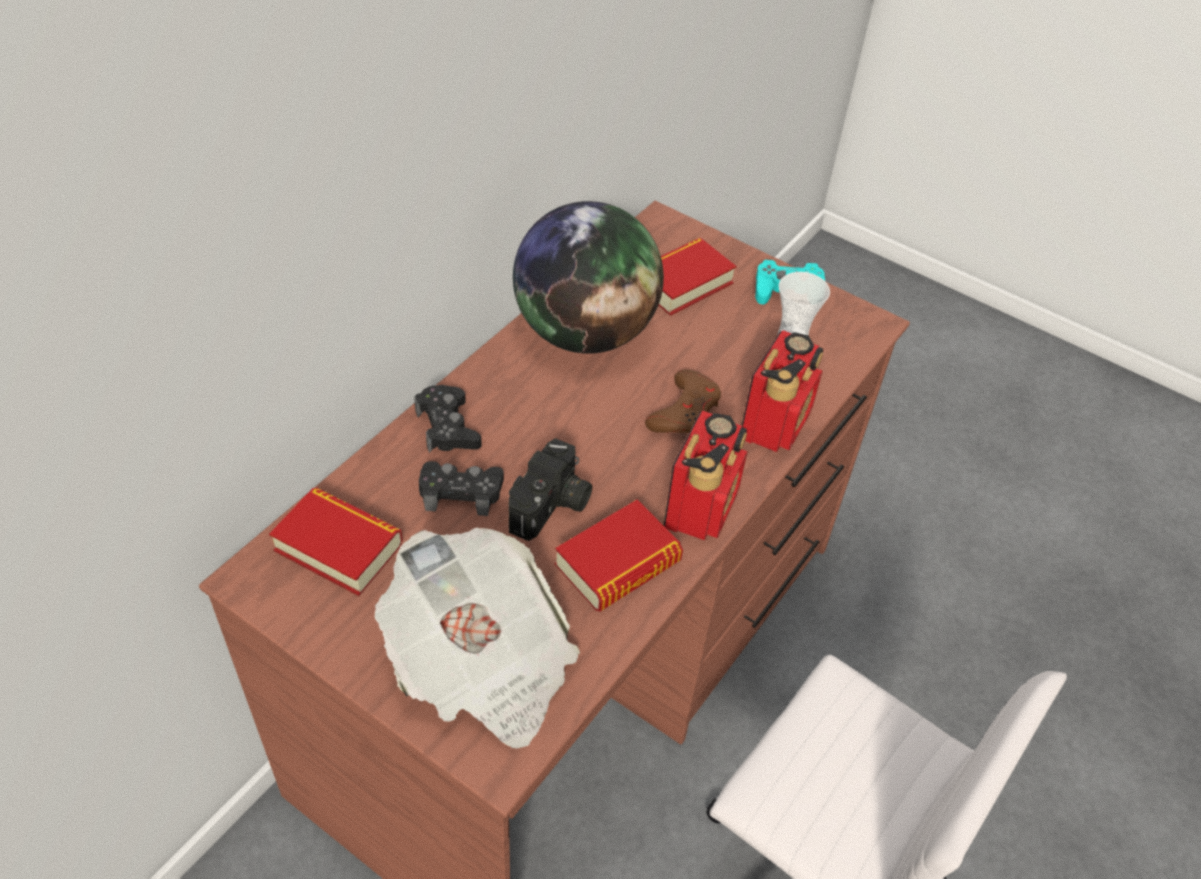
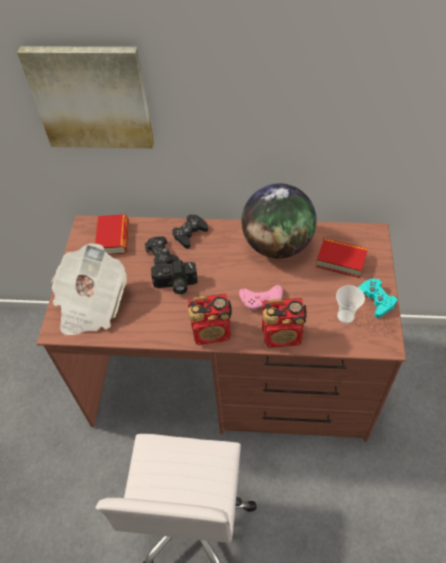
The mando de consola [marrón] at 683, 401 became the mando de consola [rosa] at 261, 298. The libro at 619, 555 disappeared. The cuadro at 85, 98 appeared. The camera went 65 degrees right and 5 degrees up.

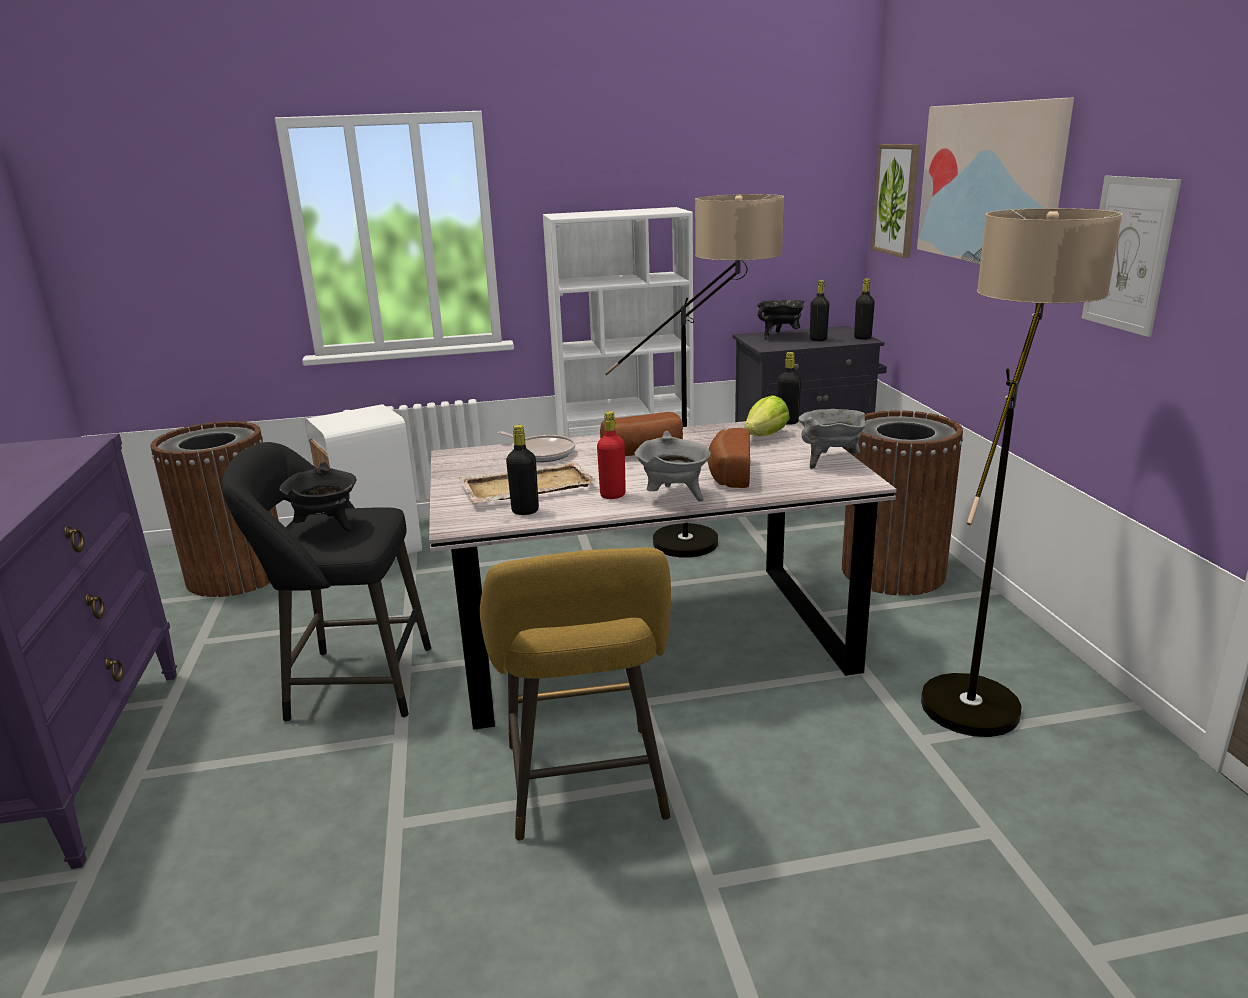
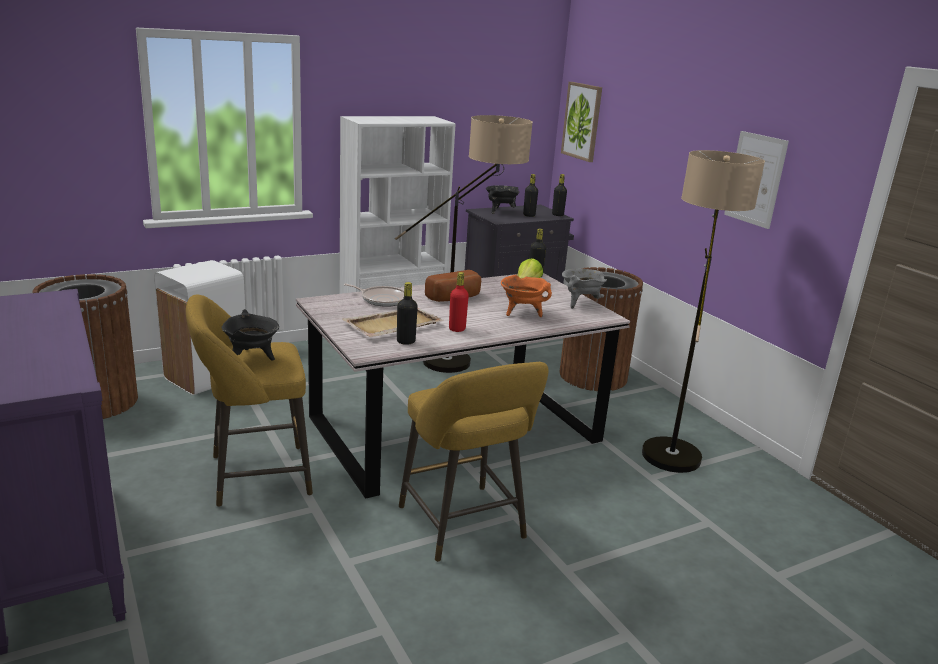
The cuadro at 995, 181 disappeared. The pan at 728, 458 was replaced by the olla [naranja] at 526, 296. The olla [gris] at 673, 466 disappeared. The taburete [negro] at 326, 582 became the taburete [amarillo] at 249, 400. The camera went 20 degrees left and 0 degrees up.

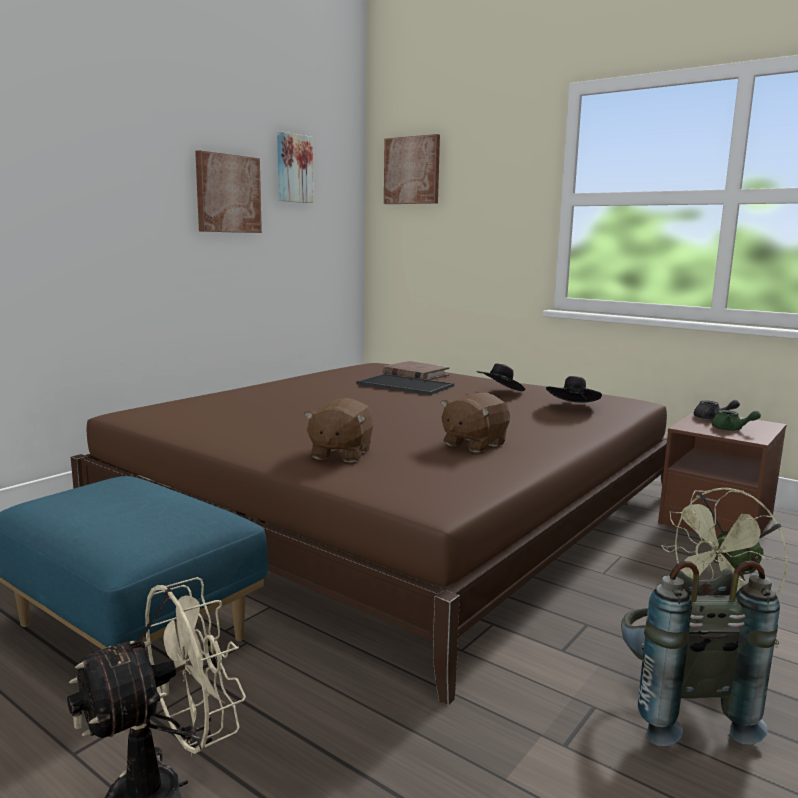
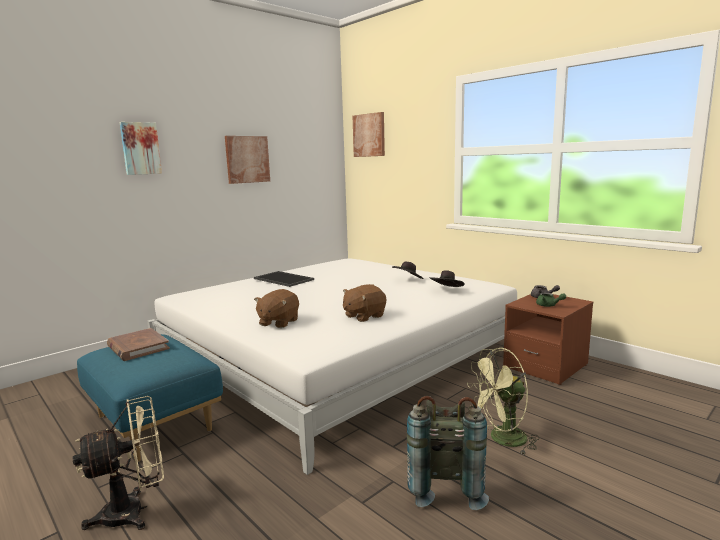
The cuadro moved from 295, 167 to 140, 148. The libro [marrón] moved from 416, 370 to 138, 344. The cama [marrón] at 369, 534 became the cama [blanco] at 332, 366. The bandeja moved from 405, 384 to 284, 279. The camera went 10 degrees right and 0 degrees up.

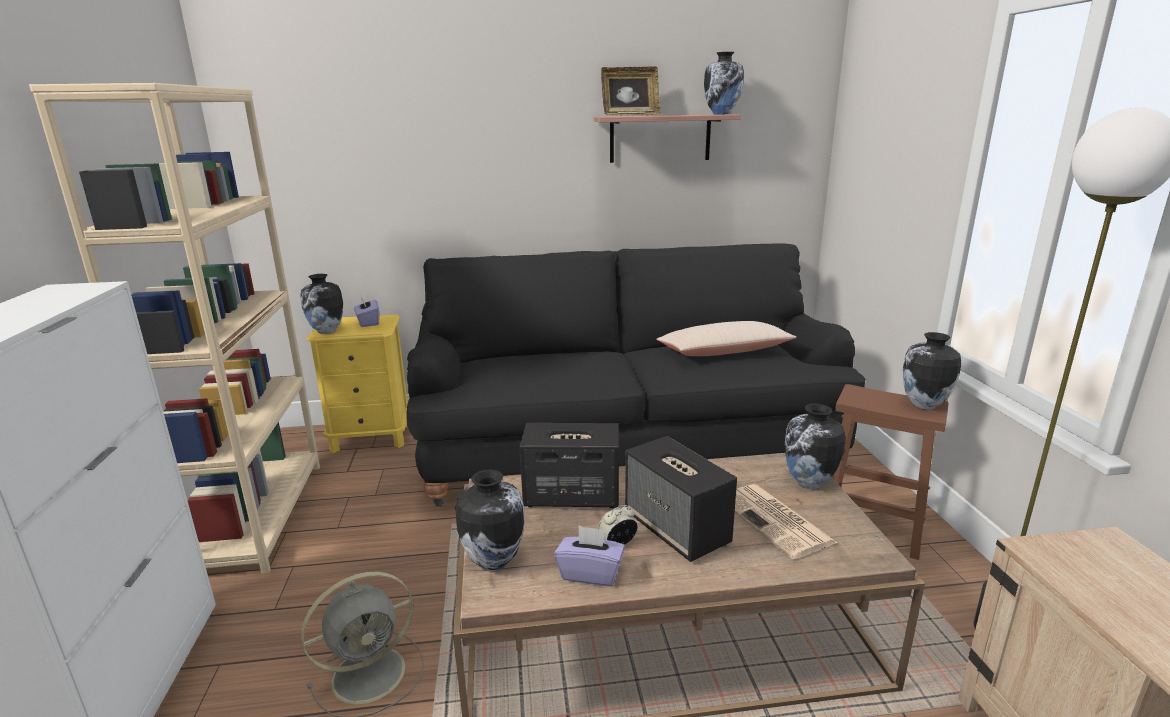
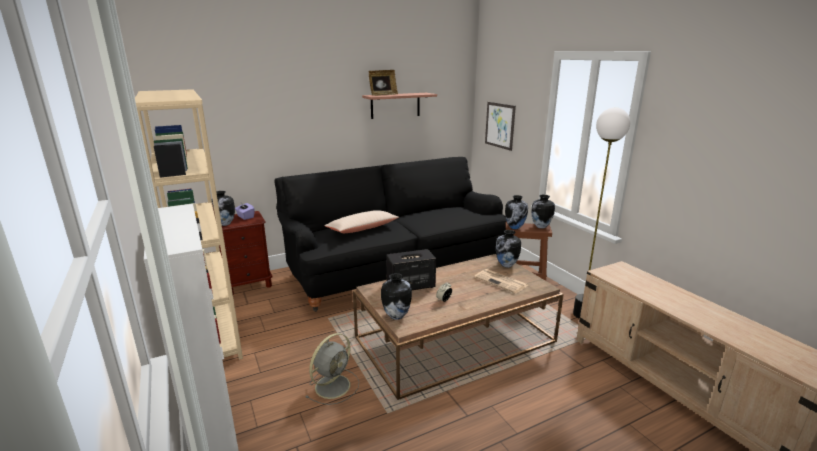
The florero moved from 724, 83 to 516, 212. The mesita de noche [amarillo] at 357, 384 became the mesita de noche [marrón] at 245, 252. The cojín [beis] moved from 726, 338 to 362, 221. The altavoz at 681, 499 disappeared. The caja de pañuelos [morado] at 589, 556 disappeared. The cuadro at 500, 126 appeared. The camera went 20 degrees left and 0 degrees up.

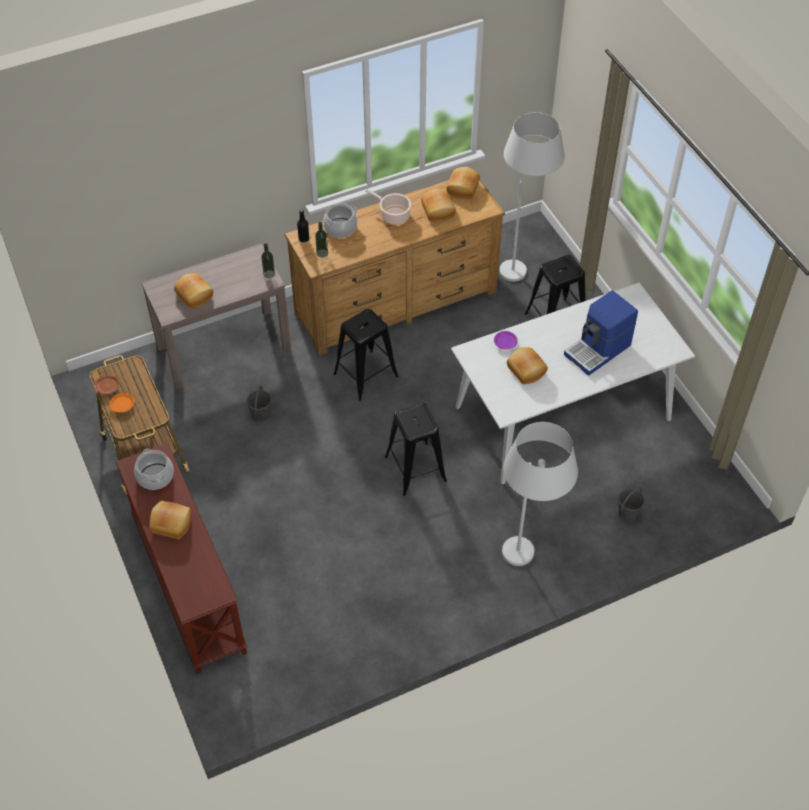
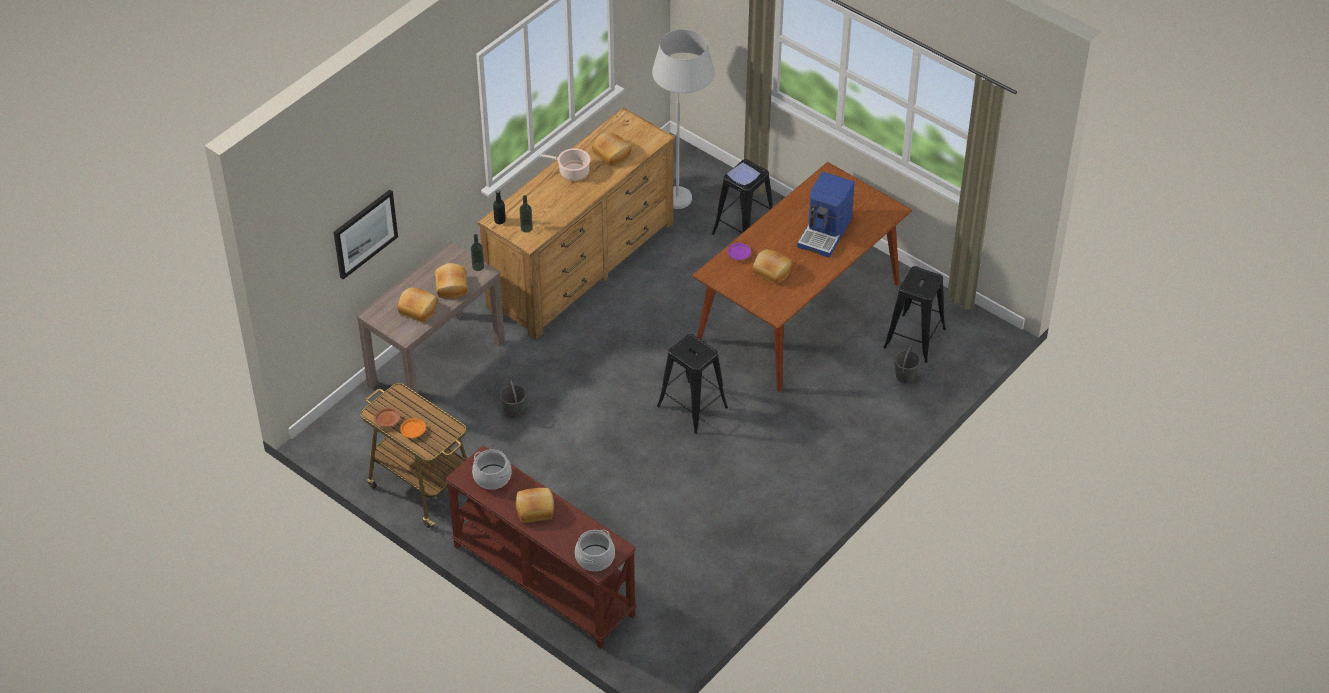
The pan moved from 463, 183 to 451, 281. The olla moved from 340, 220 to 595, 550. The mesa de comedor [blanco] at 573, 383 became the mesa de comedor [marrón] at 802, 277. The taburete [negro] moved from 366, 355 to 914, 314. The lámpara de pie [blanco] at 540, 494 disappeared. The plato at 743, 174 appeared. The cuadro at 366, 234 appeared. The camera went 25 degrees left and 5 degrees down.

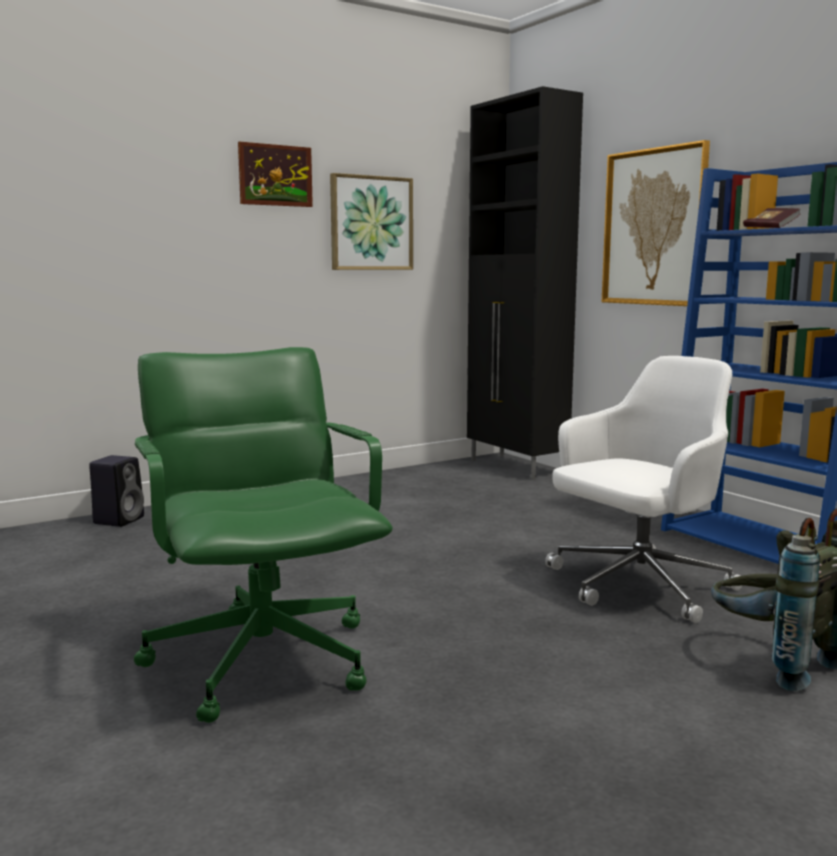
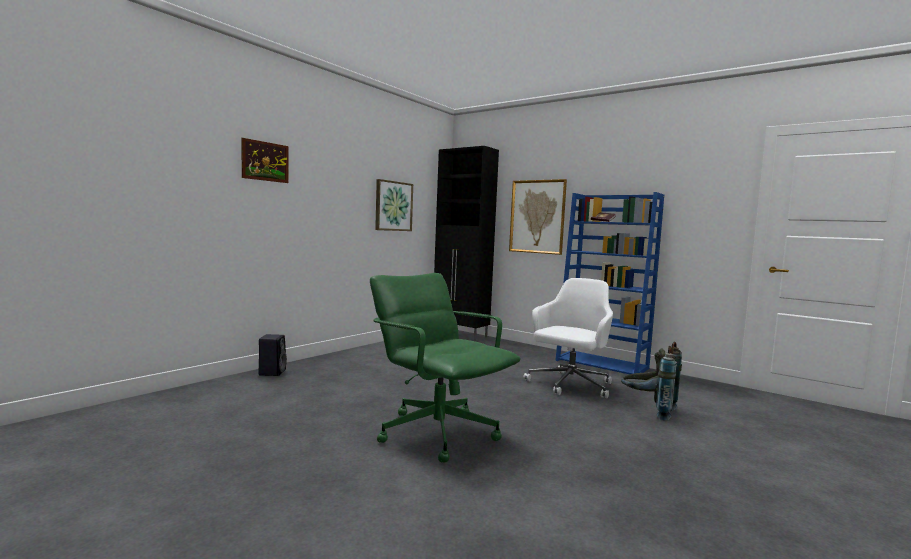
The cuadro moved from 275, 174 to 265, 160. The camera went 20 degrees left and 5 degrees down.

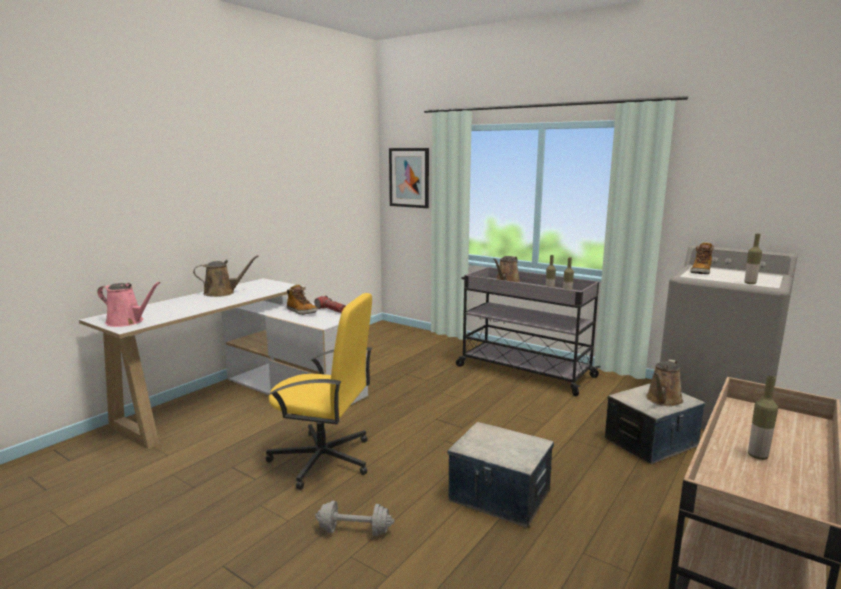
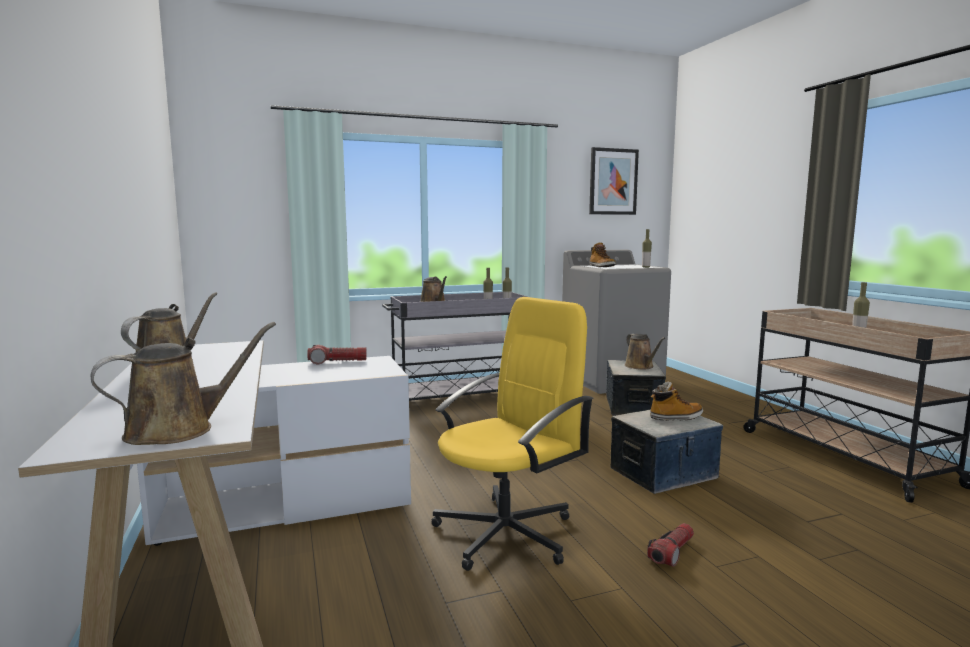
The cuadro moved from 409, 178 to 614, 181. The regadera [rosa] at 129, 304 became the regadera [marrón] at 183, 383. The bota moved from 302, 299 to 676, 401. The mancuerna [gris] at 354, 518 was replaced by the linterna at 670, 545. The camera went 55 degrees left and 5 degrees down.

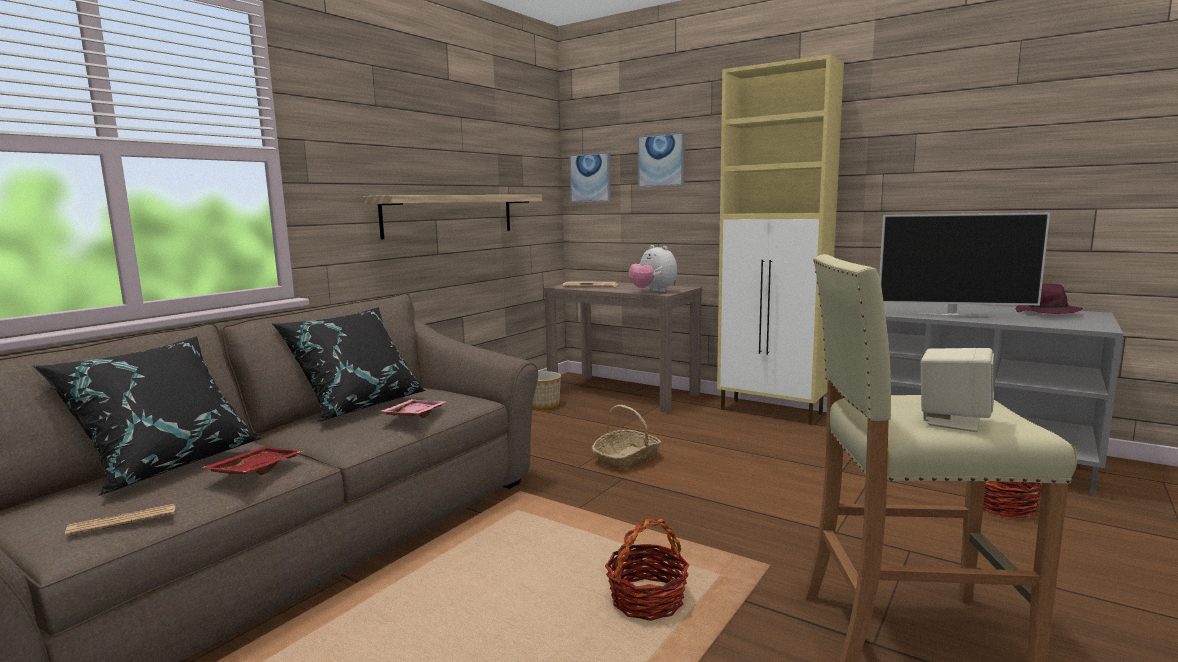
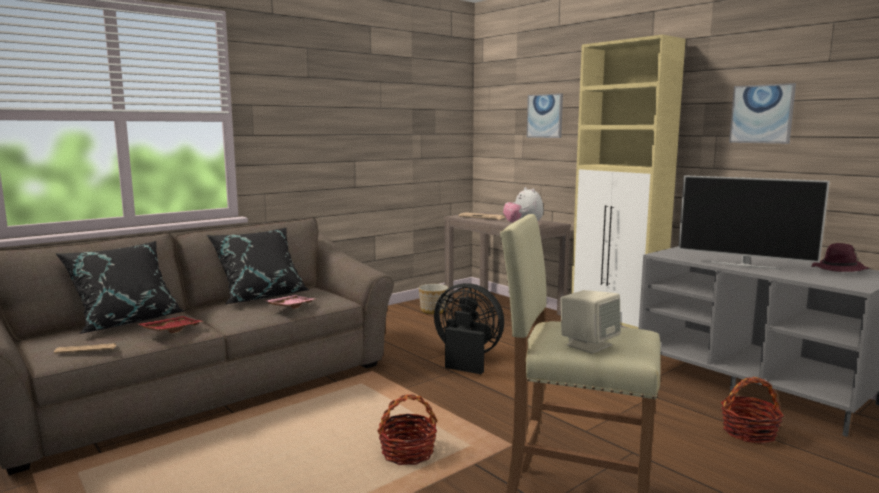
The cuadro moved from 590, 177 to 762, 113. The estante at 453, 217 disappeared. The cesta at 626, 437 was replaced by the ventilador [negro] at 469, 328. The camera went 15 degrees right and 0 degrees up.

